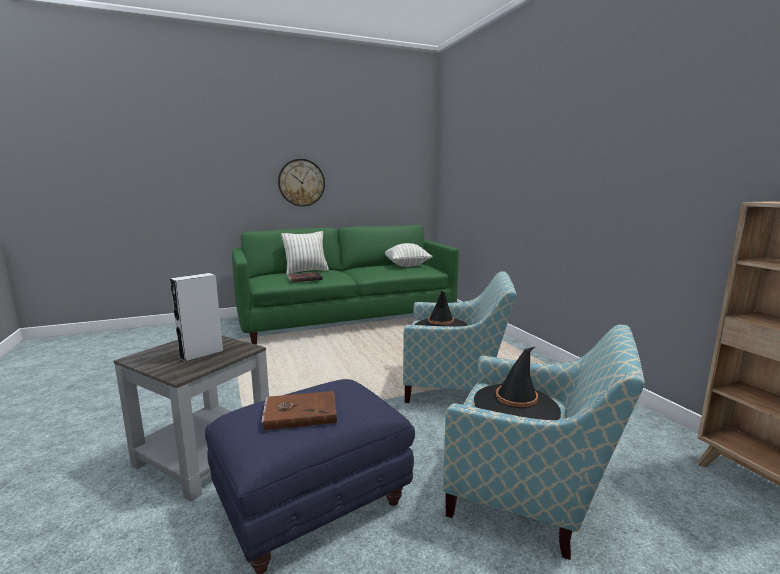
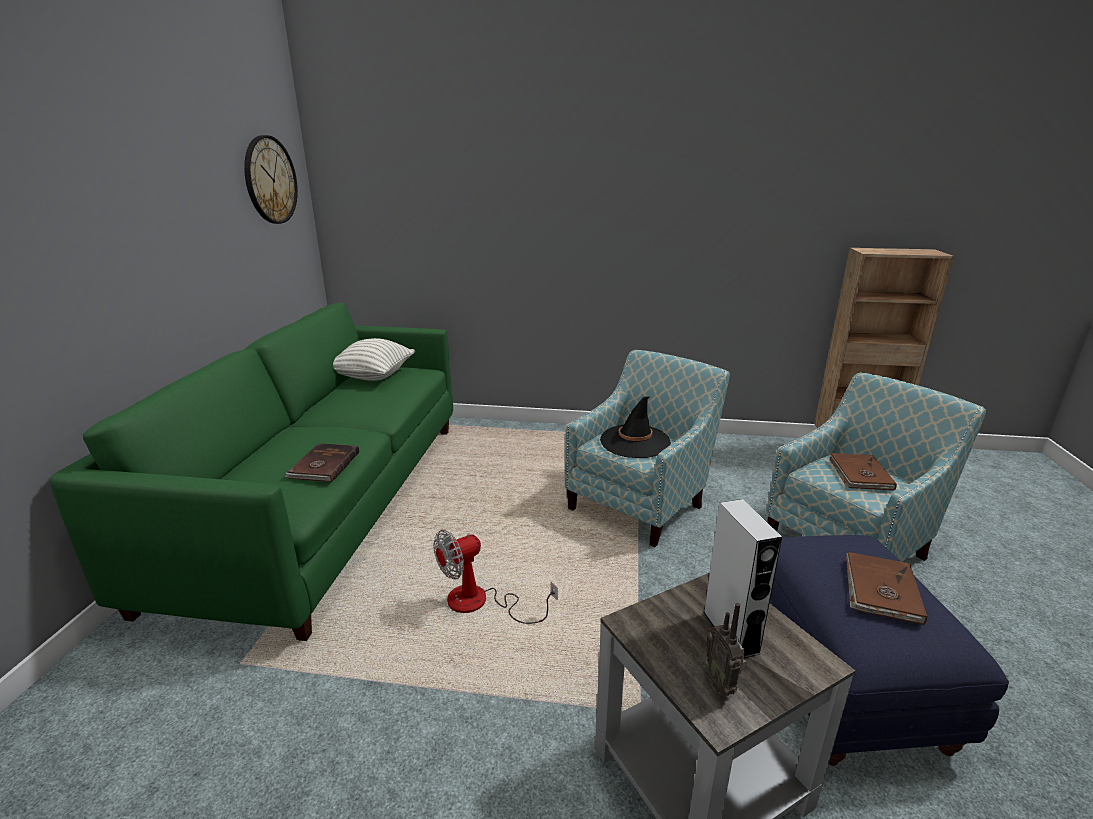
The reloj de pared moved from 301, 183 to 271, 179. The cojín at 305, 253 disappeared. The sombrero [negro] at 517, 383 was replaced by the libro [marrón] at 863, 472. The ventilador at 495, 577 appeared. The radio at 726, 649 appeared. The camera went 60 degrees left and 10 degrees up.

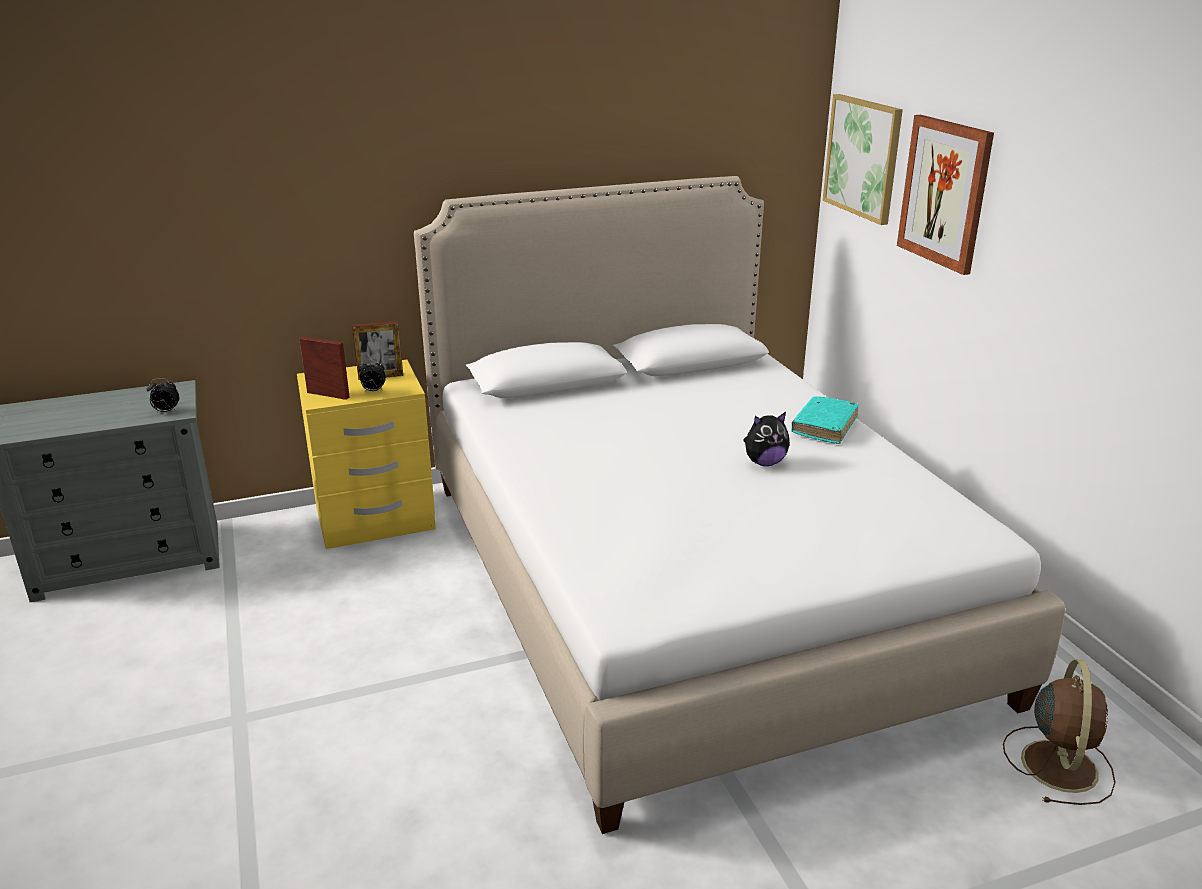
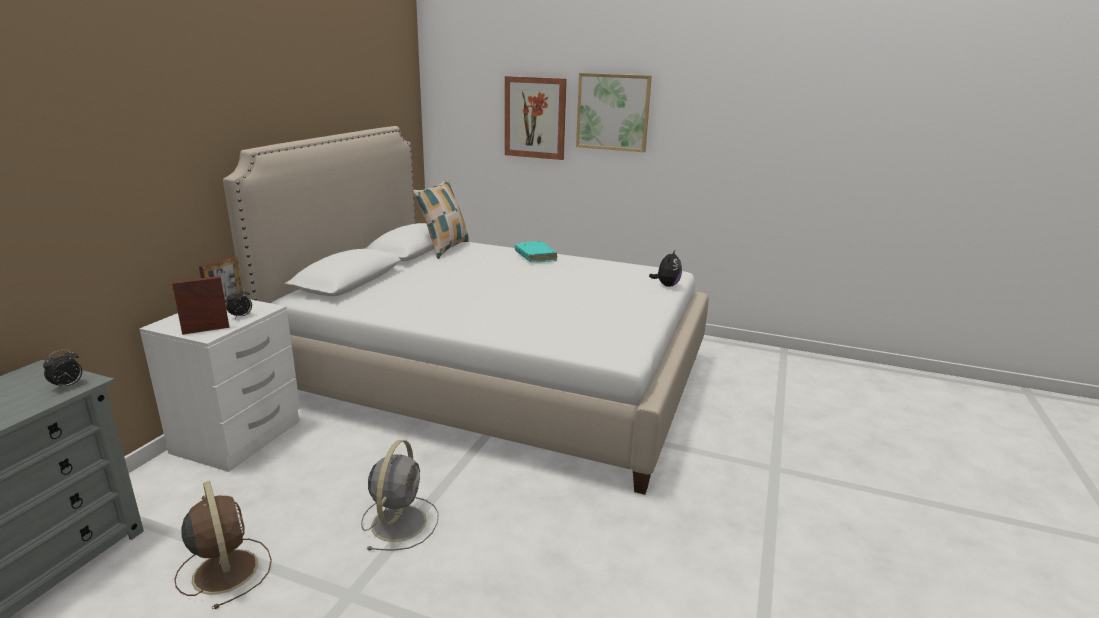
The cuadro moved from 863, 159 to 614, 112. The mesita de noche [amarillo] at 366, 454 became the mesita de noche [blanco] at 219, 385. The peluche moved from 766, 439 to 665, 268. The ventilador [marrón] moved from 1059, 732 to 223, 545. The cojín at 441, 219 appeared. The ventilador [gris] at 400, 495 appeared. The camera went 50 degrees left and 5 degrees down.

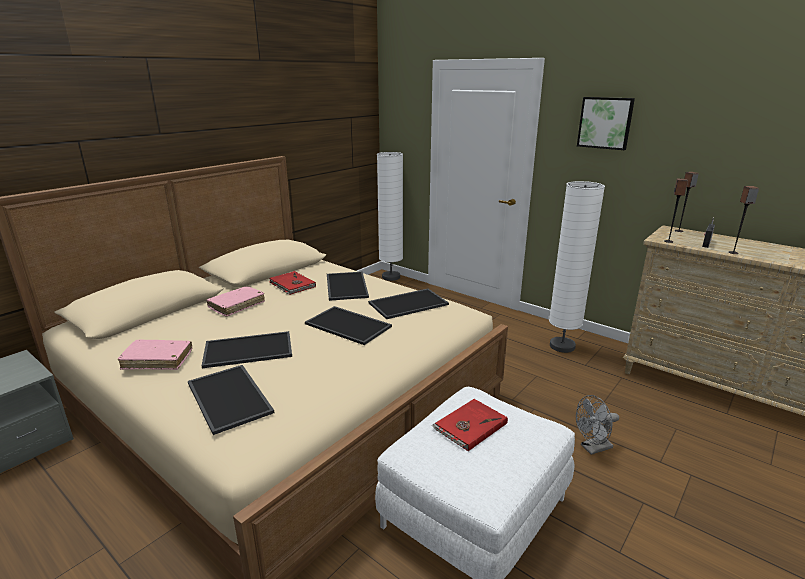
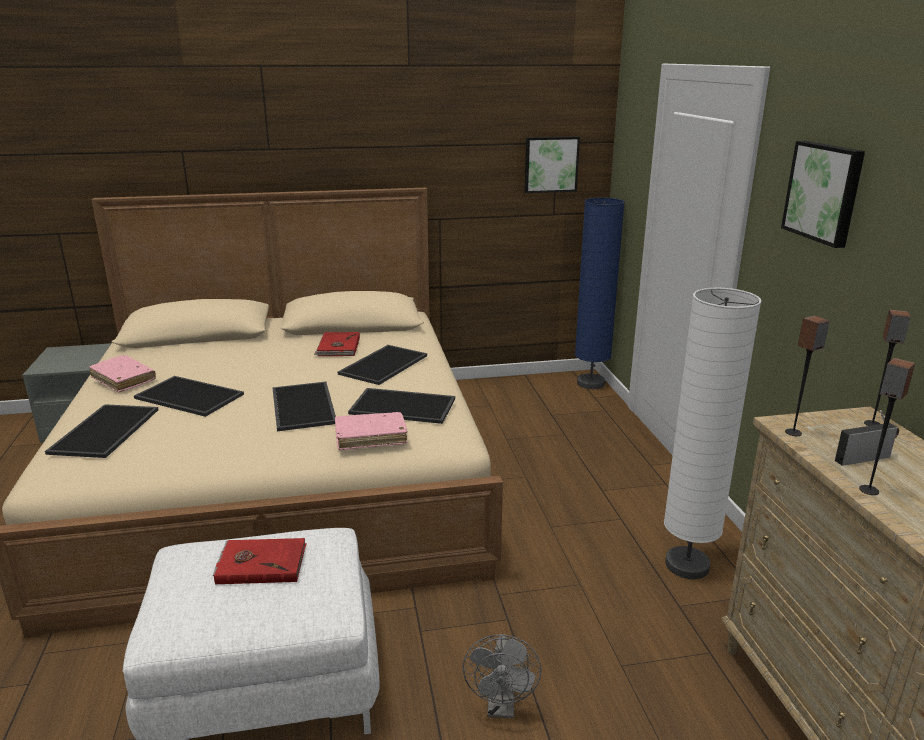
The lámpara de pie [blanco] at 390, 216 became the lámpara de pie [azul] at 600, 293. The libro [rosa] moved from 235, 302 to 371, 431. The ventilador [gris] at 597, 425 turned 105 degrees counterclockwise. The cuadro at 552, 164 appeared. The camera went 40 degrees right and 0 degrees up.

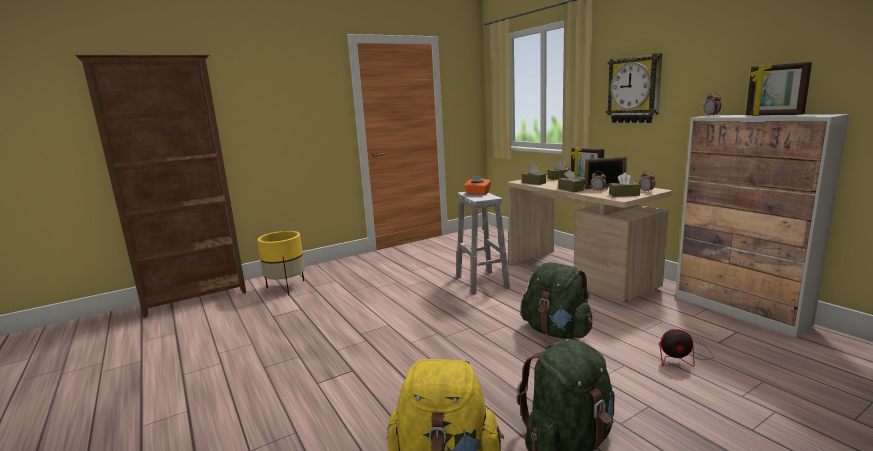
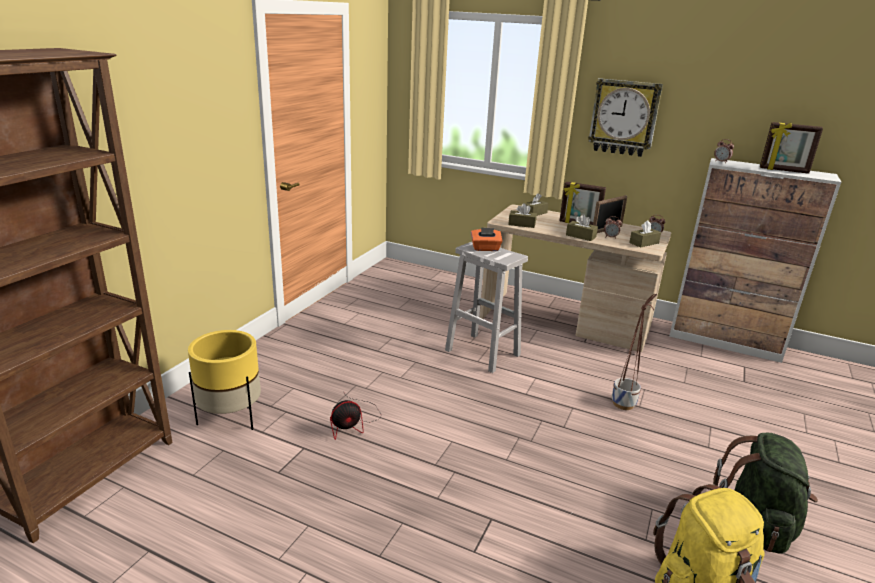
The mochila [verde] at 557, 300 was replaced by the maceta at 634, 351. The ventilador moved from 686, 348 to 355, 415. The camera went 35 degrees left and 10 degrees up.

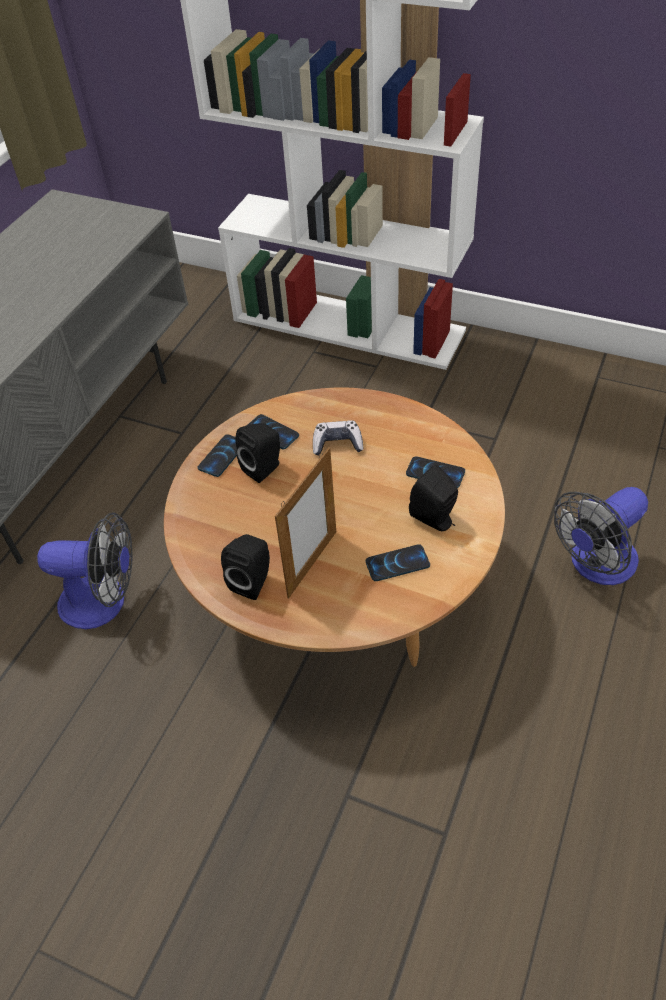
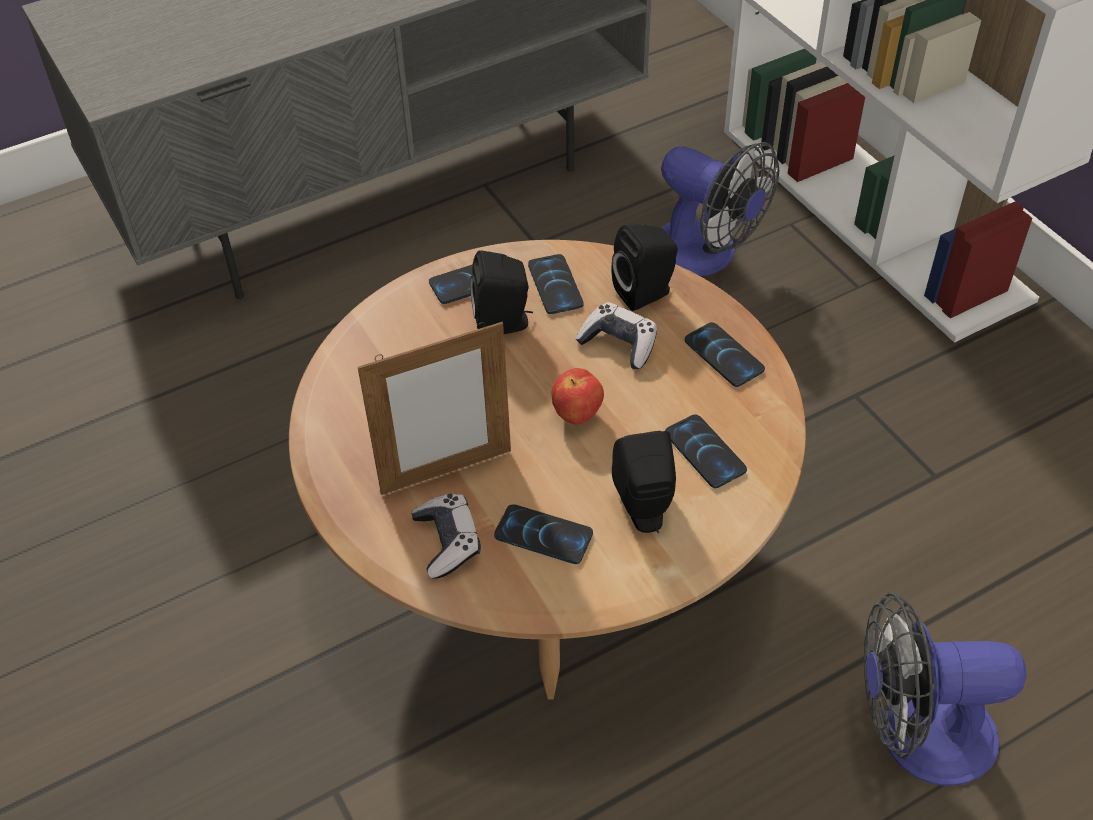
The ventilador moved from 85, 570 to 720, 209. The altavoz [negro] moved from 245, 567 to 644, 267. The móvil at 725, 354 appeared. The manzana at 578, 396 appeared. The mando de consola at 446, 536 appeared. The camera went 35 degrees right and 0 degrees up.

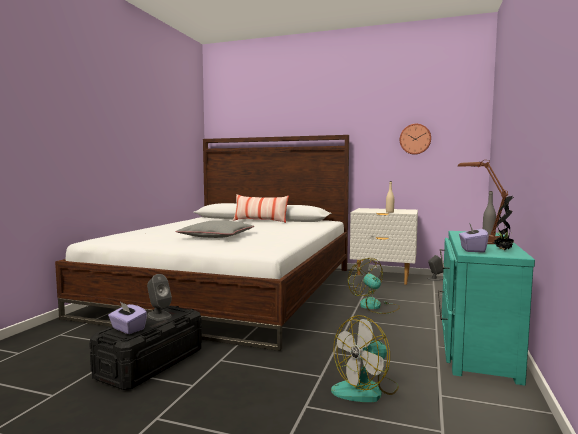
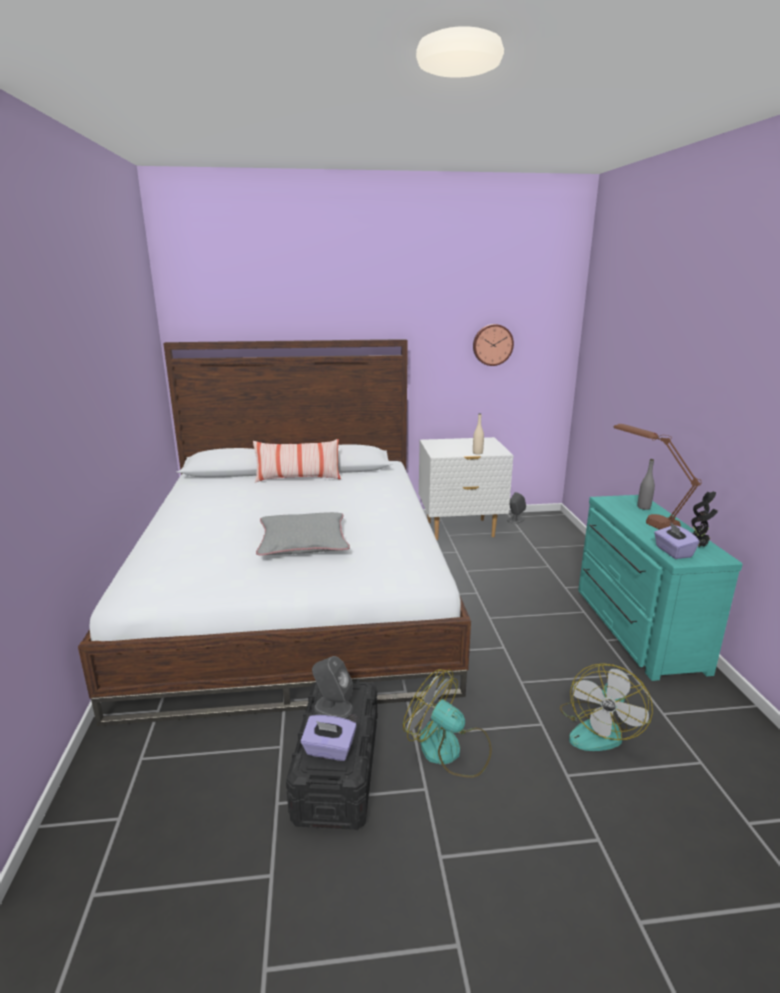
The ventilador moved from 374, 286 to 447, 723. The camera went 25 degrees left and 15 degrees up.

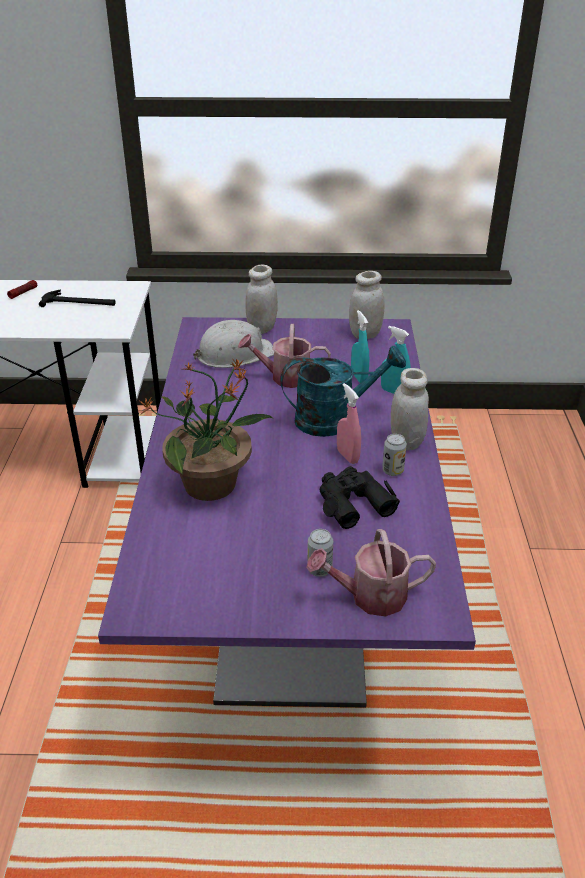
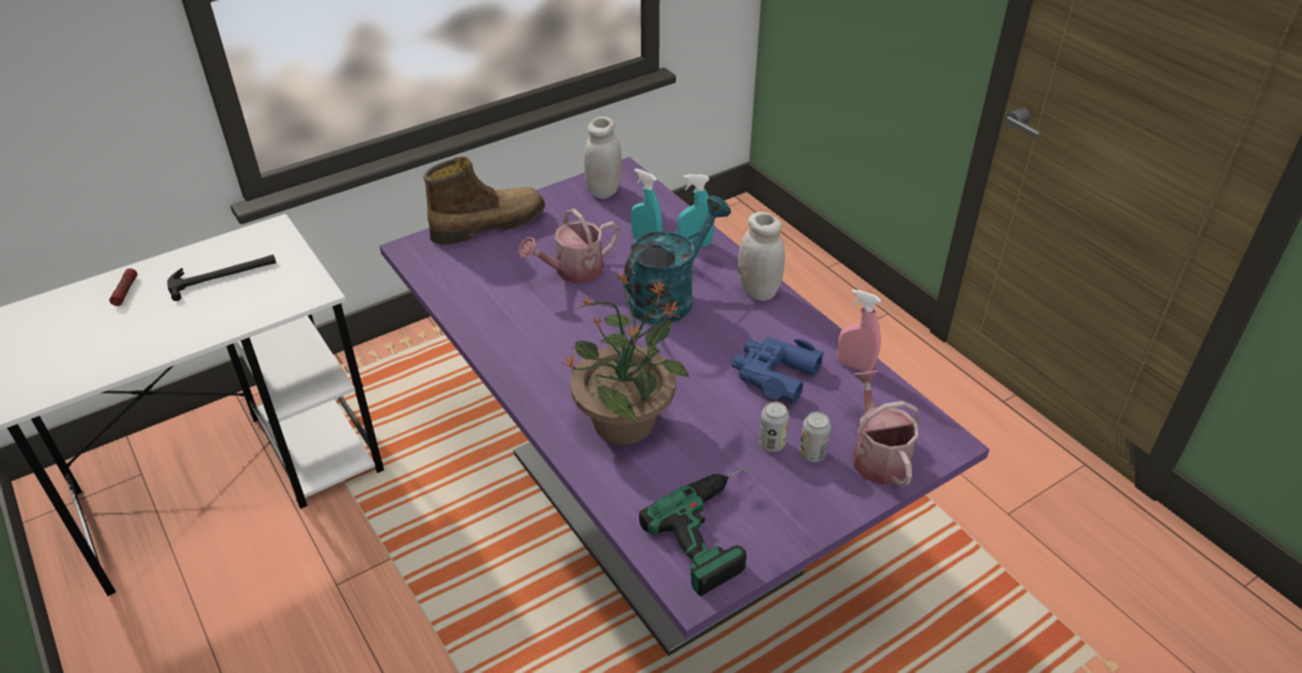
The tarro [blanco] at 262, 299 was replaced by the bota at 484, 201. The casco [blanco] at 233, 344 disappeared. The pulverizador [rosa] moved from 349, 423 to 859, 330. The lata moved from 394, 455 to 774, 427. The prismáticos [negro] at 360, 497 became the prismáticos [azul] at 778, 370. The regadera at 371, 573 turned 120 degrees clockwise. The taladro at 693, 532 appeared. The camera went 35 degrees left and 5 degrees up.

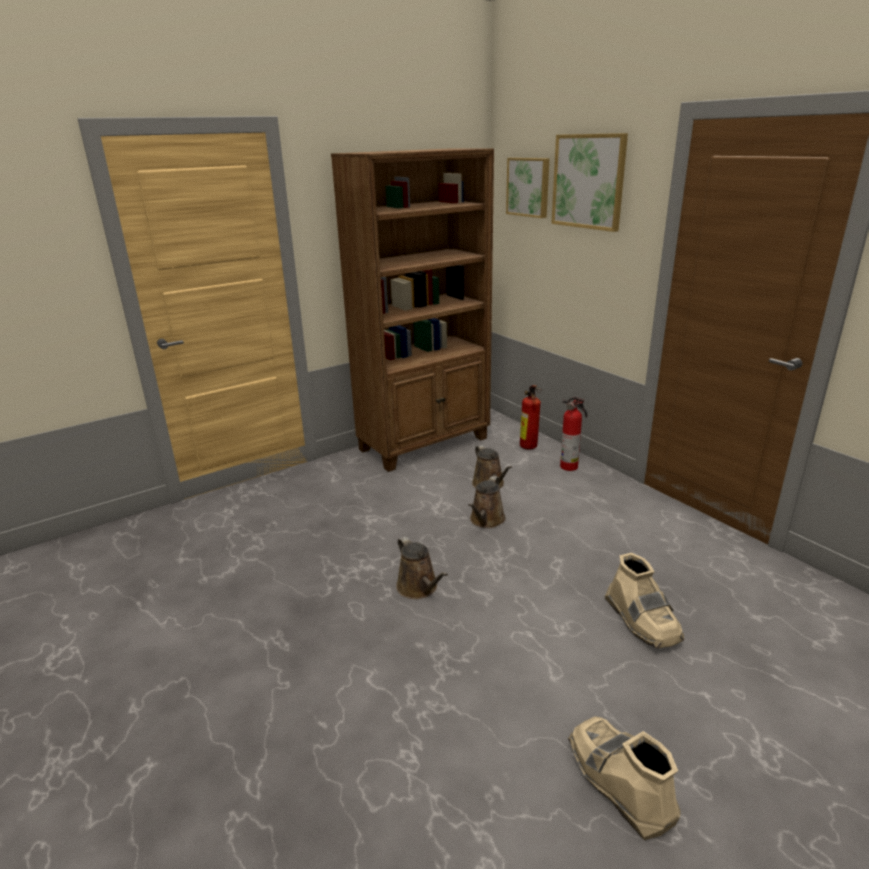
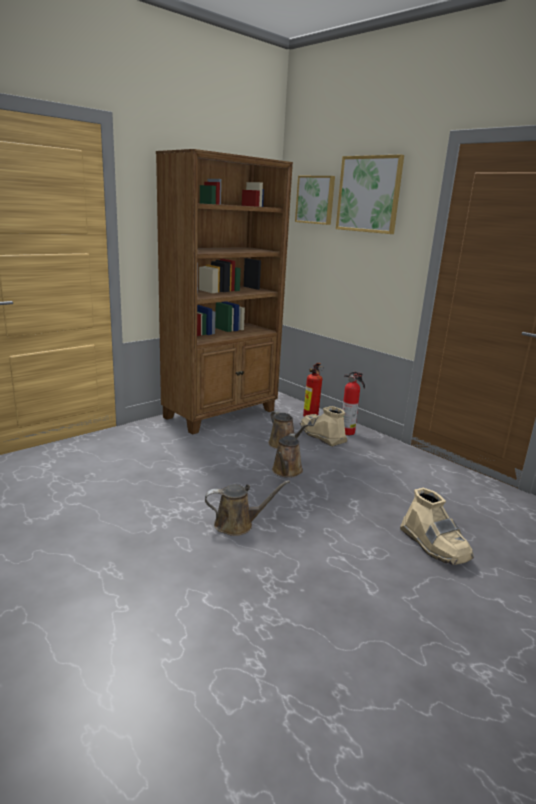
The regadera [marrón] at 422, 567 turned 60 degrees counterclockwise. The bota [beis] moved from 624, 778 to 323, 426. The camera went 10 degrees left and 5 degrees down.

